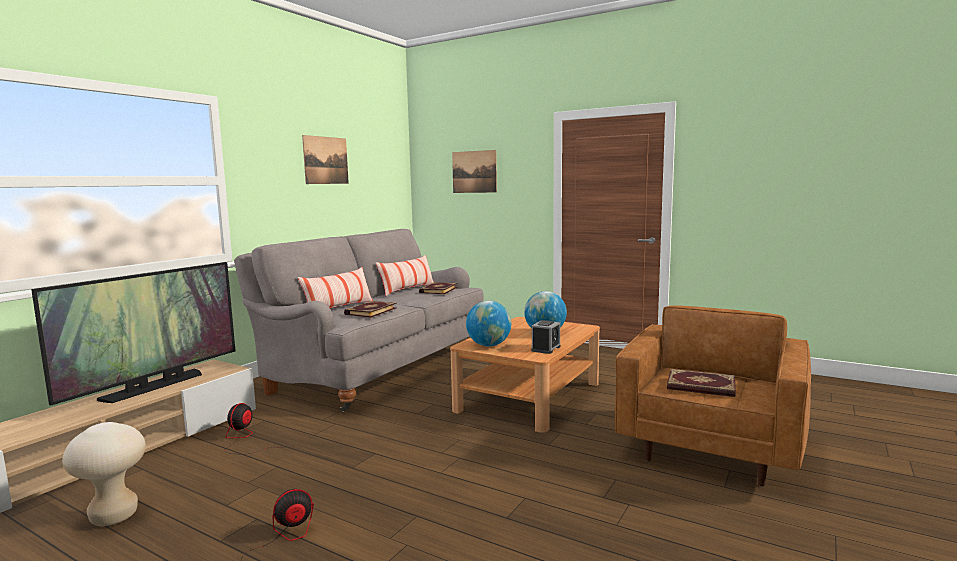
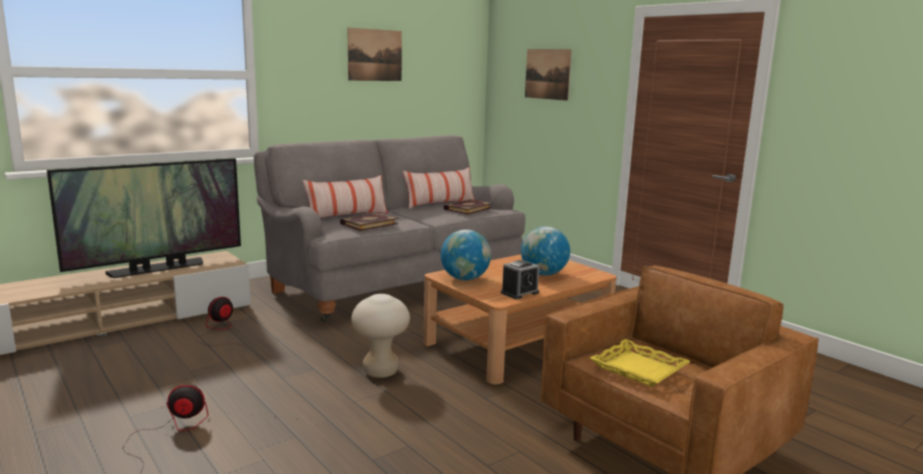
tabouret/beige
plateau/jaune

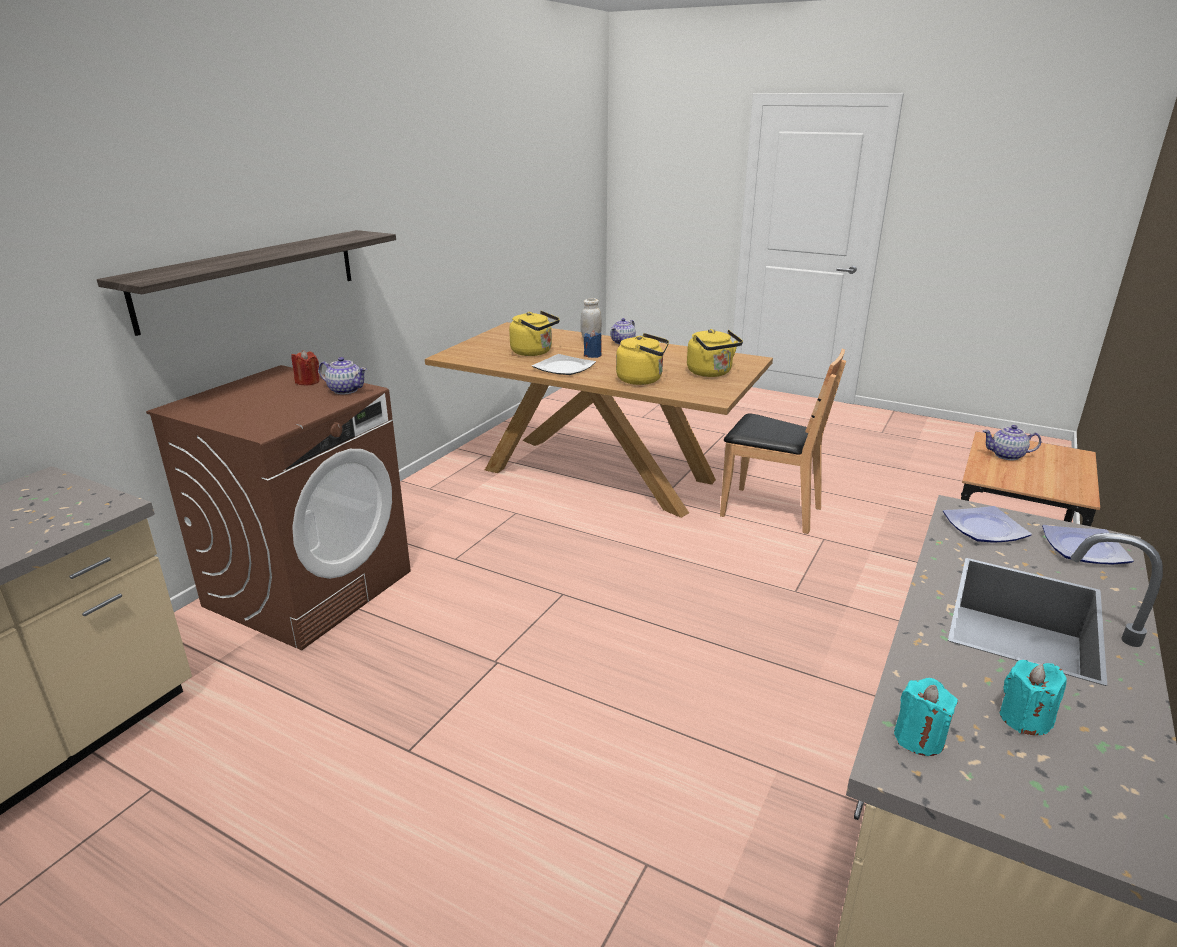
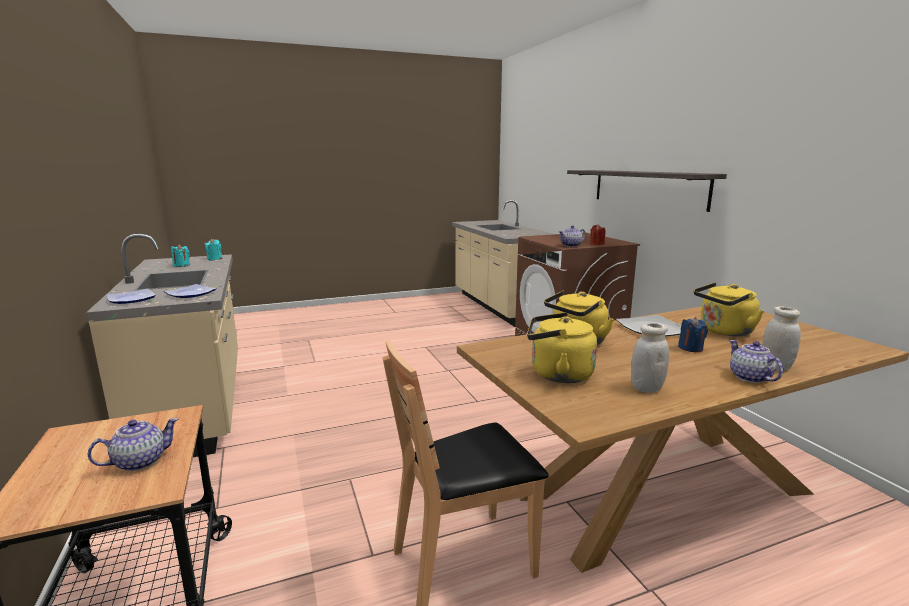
bocal/blanc (no. 1 from left)

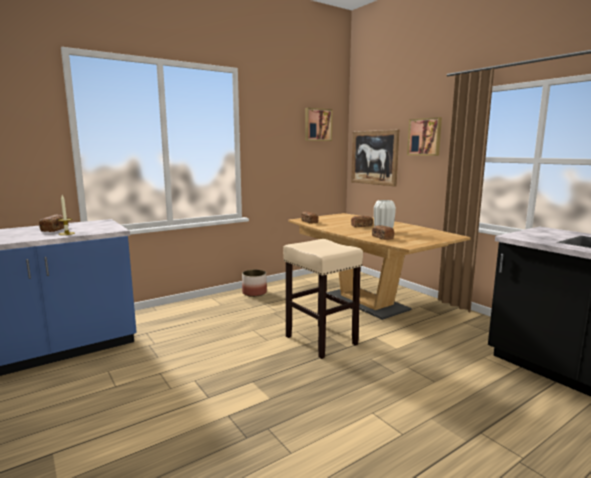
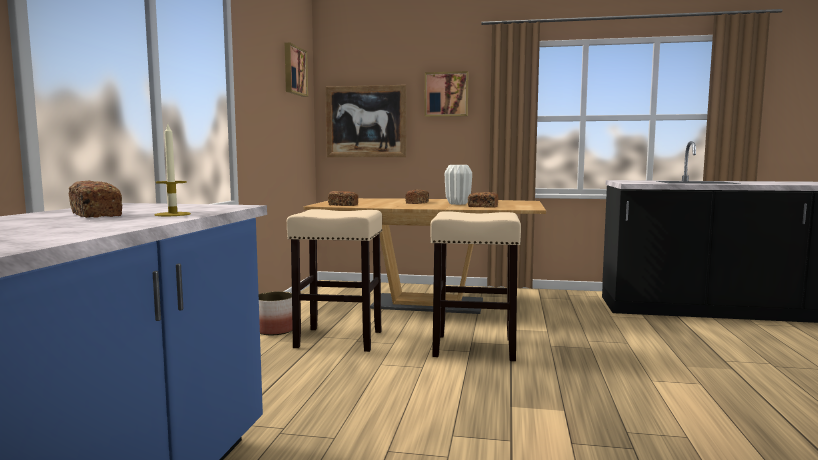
tabouret/beige (no. 1 from left)

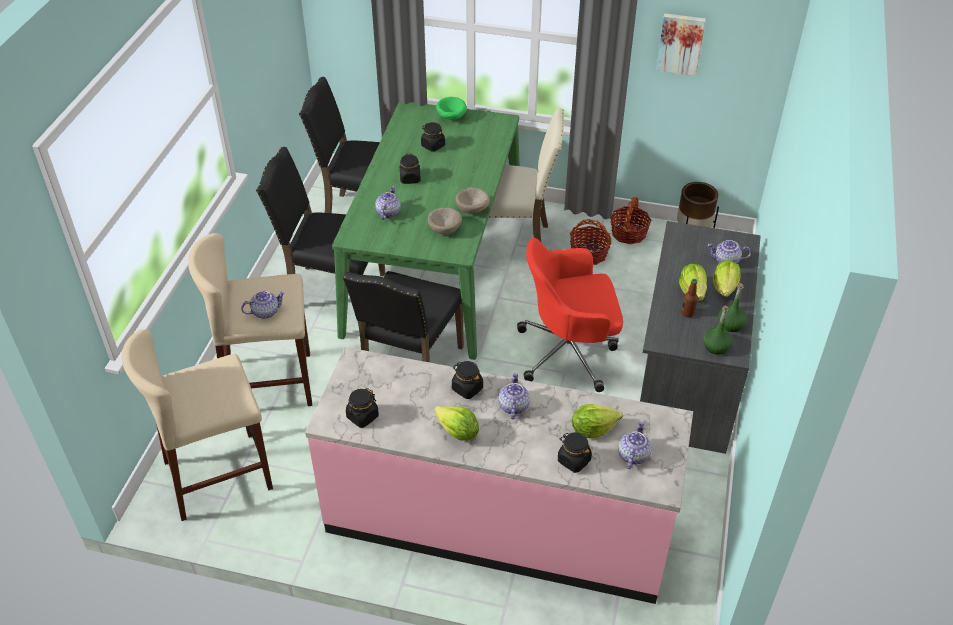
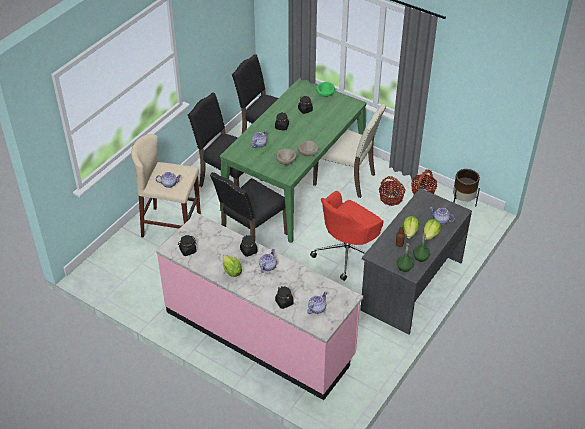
chaise de bureau/rouge
tabouret/beige (no. 1 from left in the first image)
laitue (no. 2 from left in the first image)
tableau

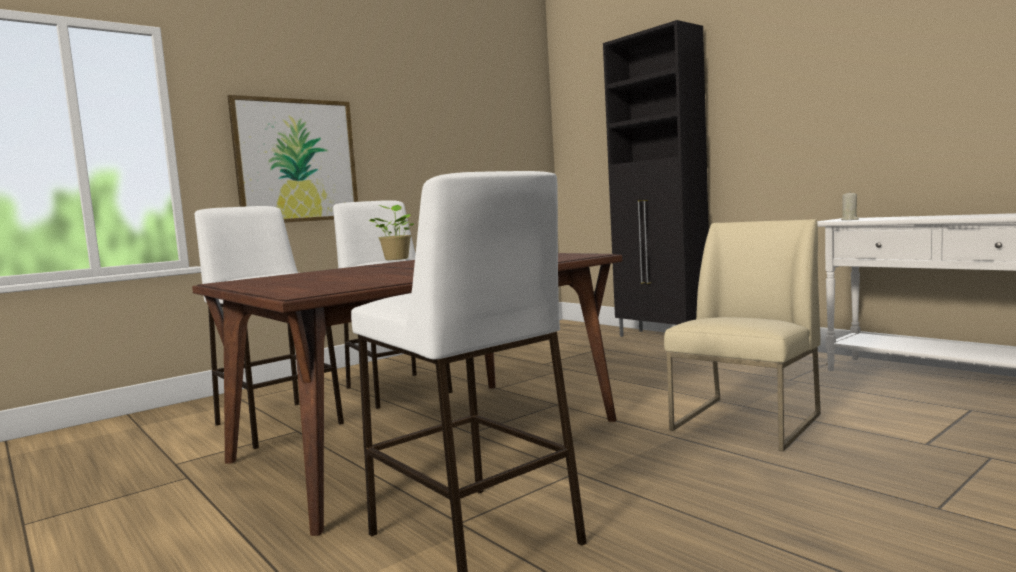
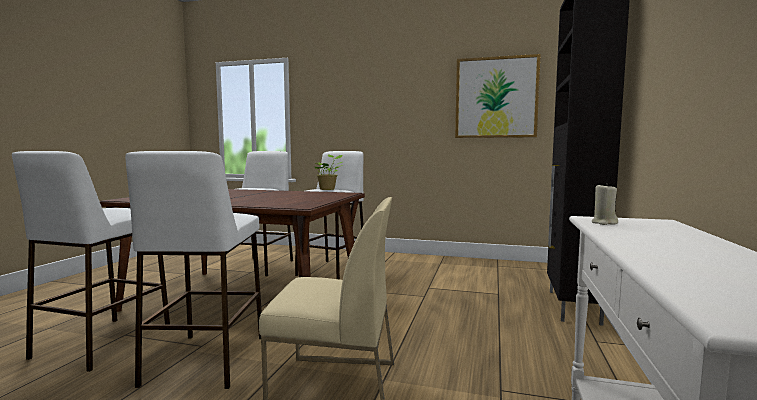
tabouret/blanc (no. 2 from left)
tableau

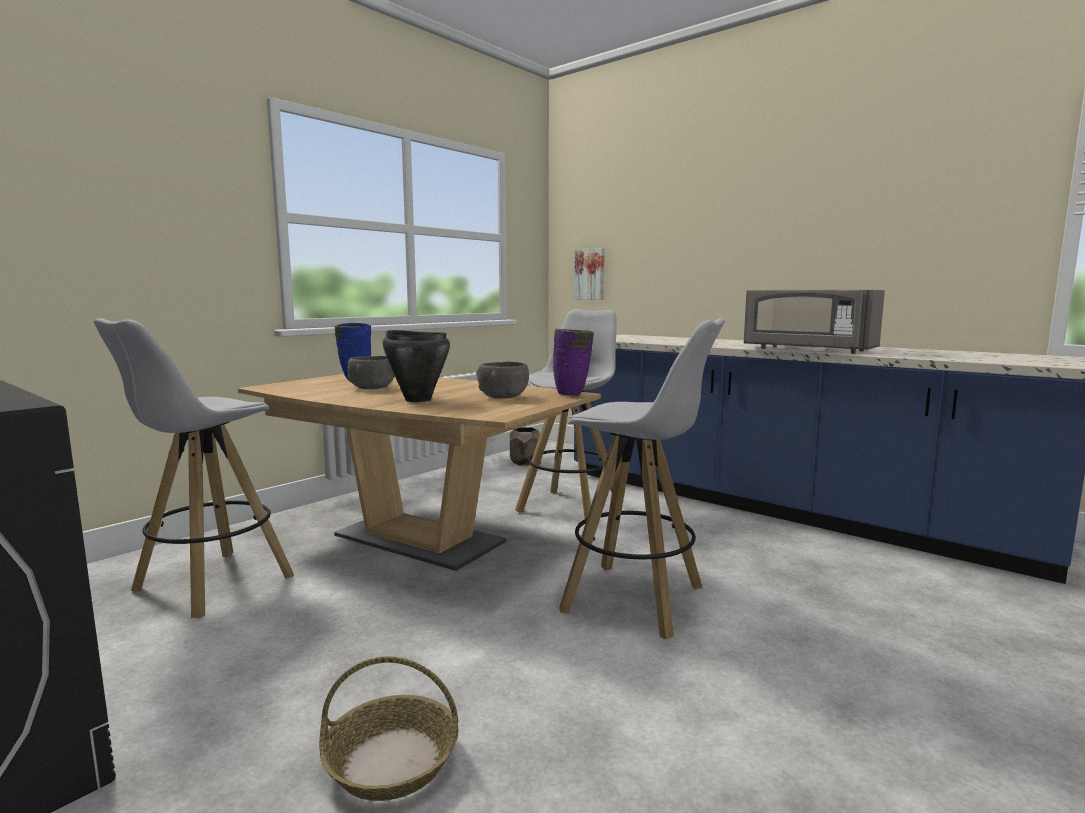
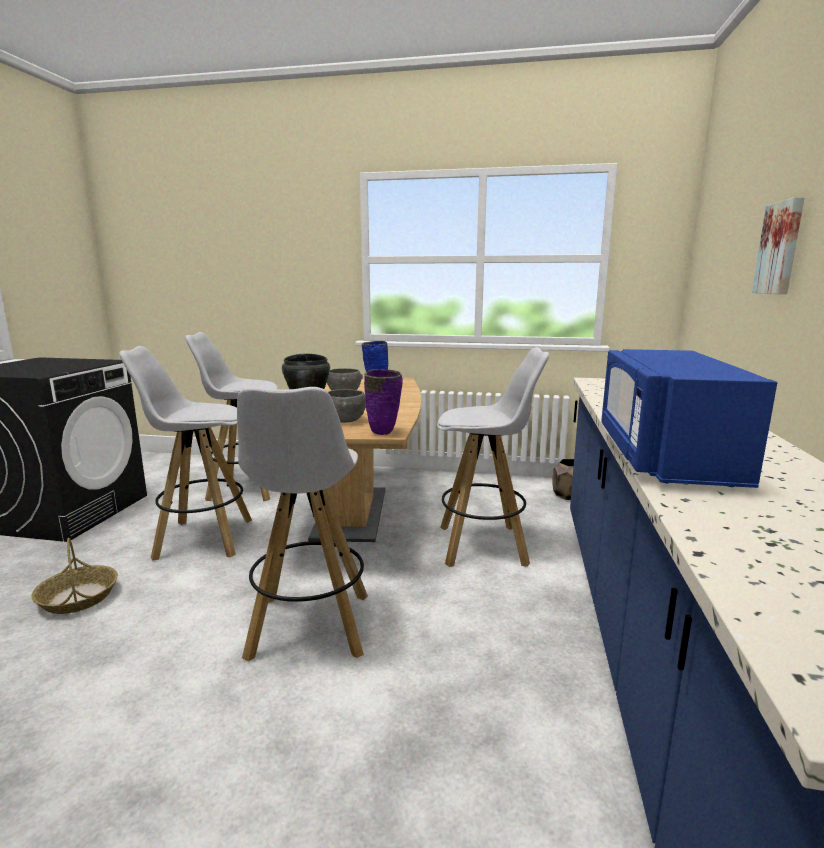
tabouret/blanc (no. 1 from left)
micro-ondes/bleu
tableau

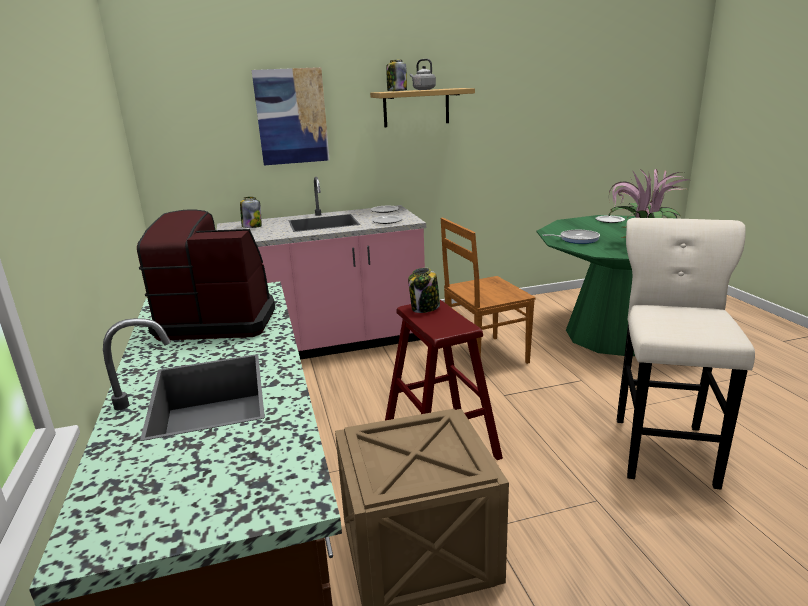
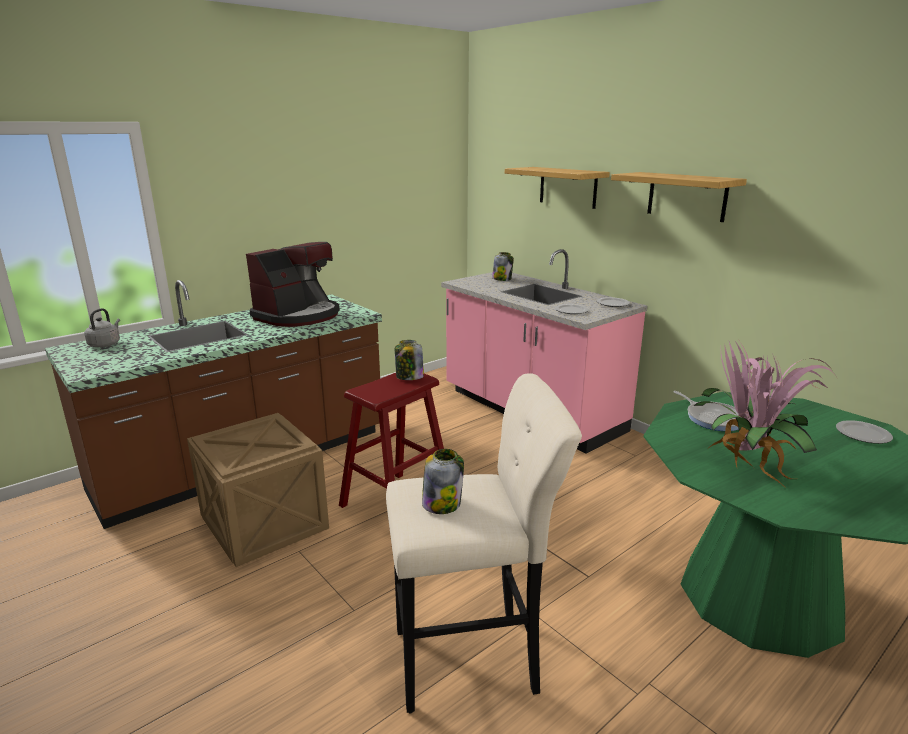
bouilloire/gris
machine à café
bocal (no. 2 from left)
étagère (no. 1 from left)
chaise/marron

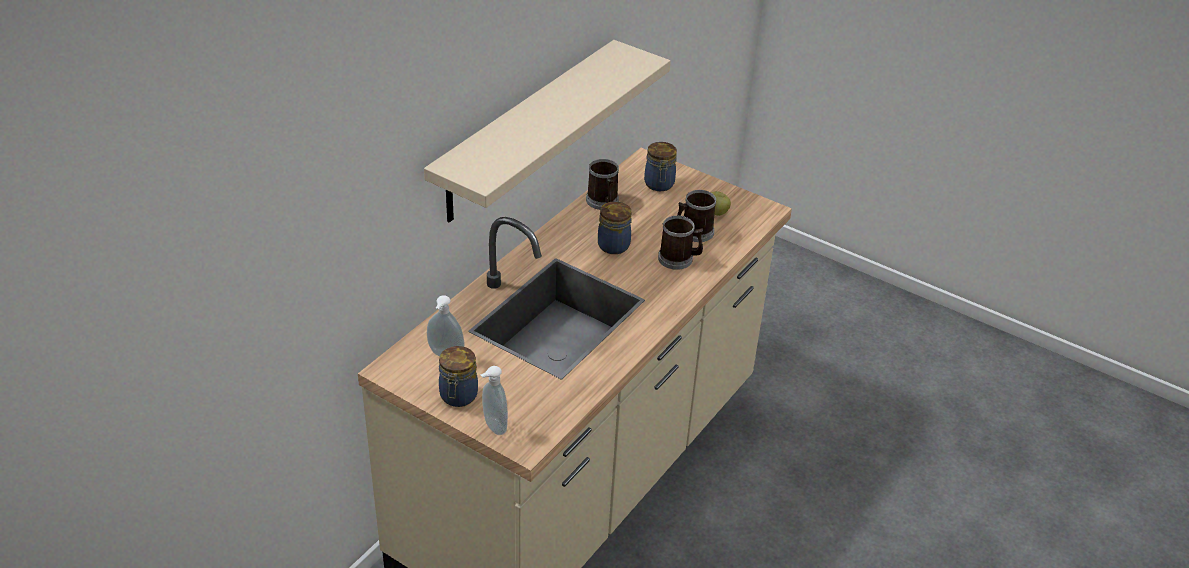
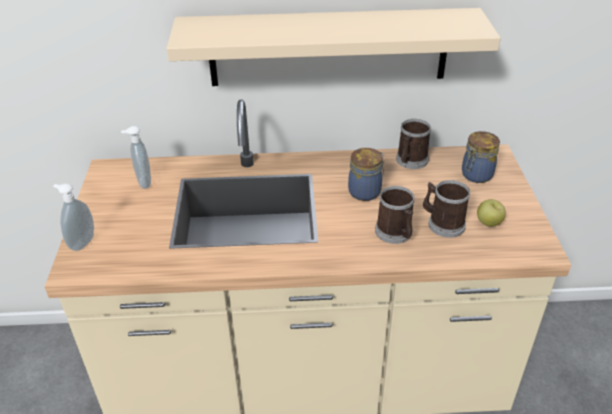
bocal (no. 1 from left in the first image)

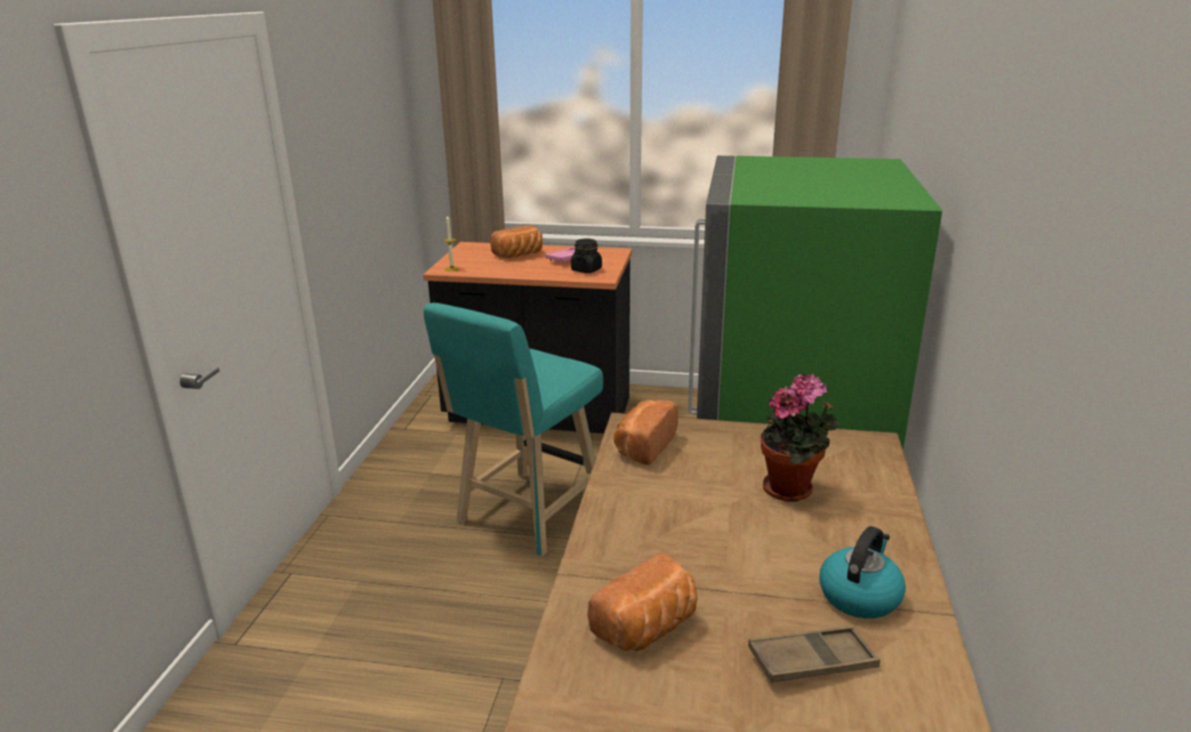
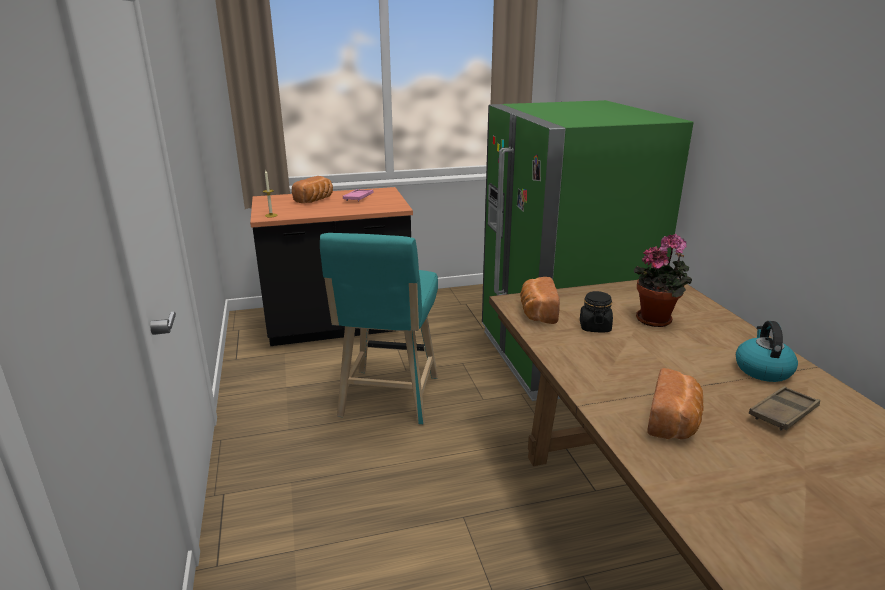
bocal/noir

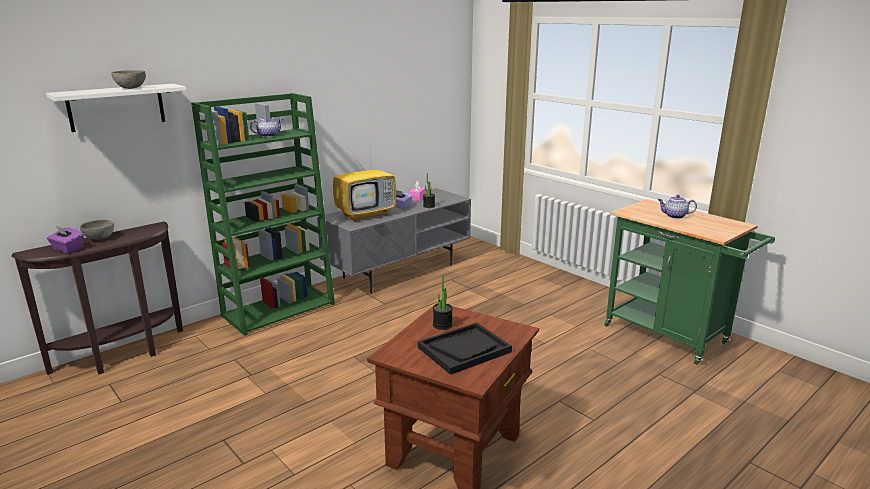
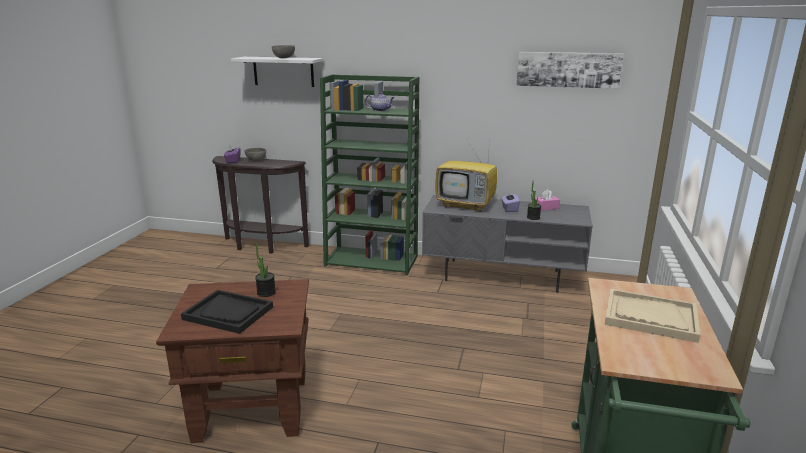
tableau
plateau/beige

